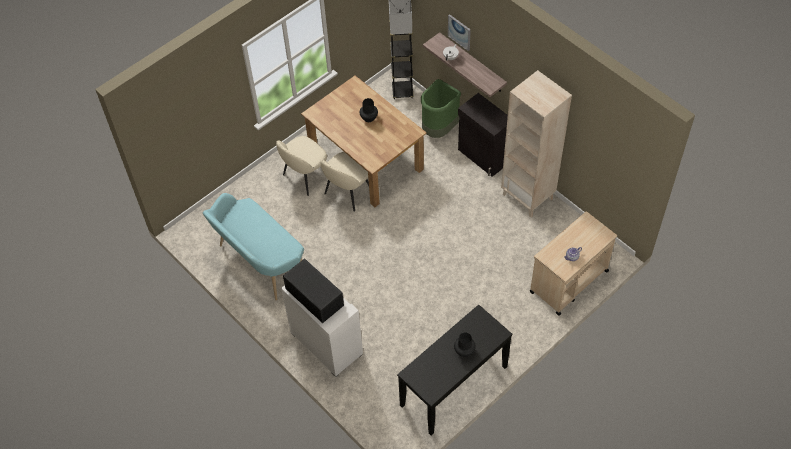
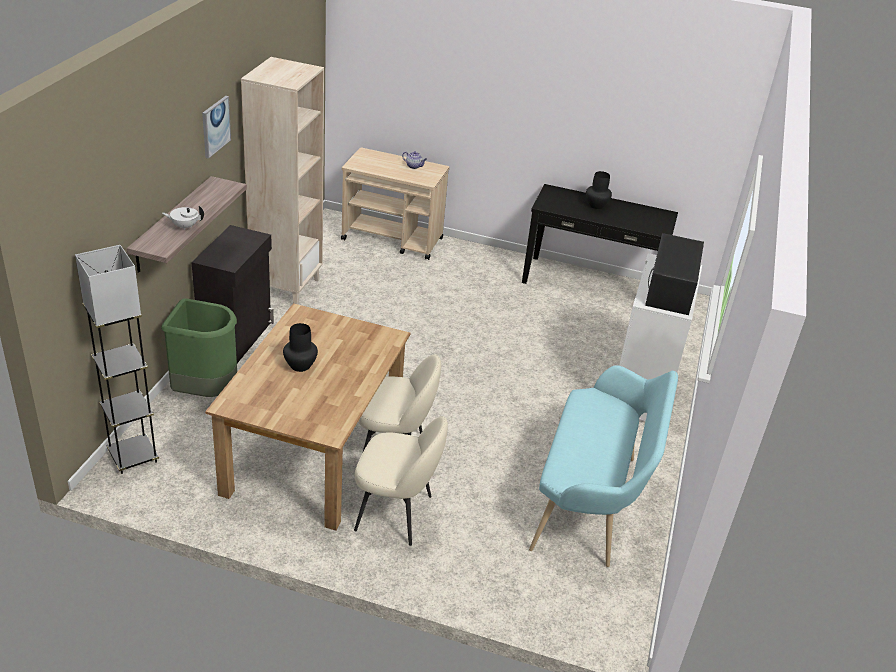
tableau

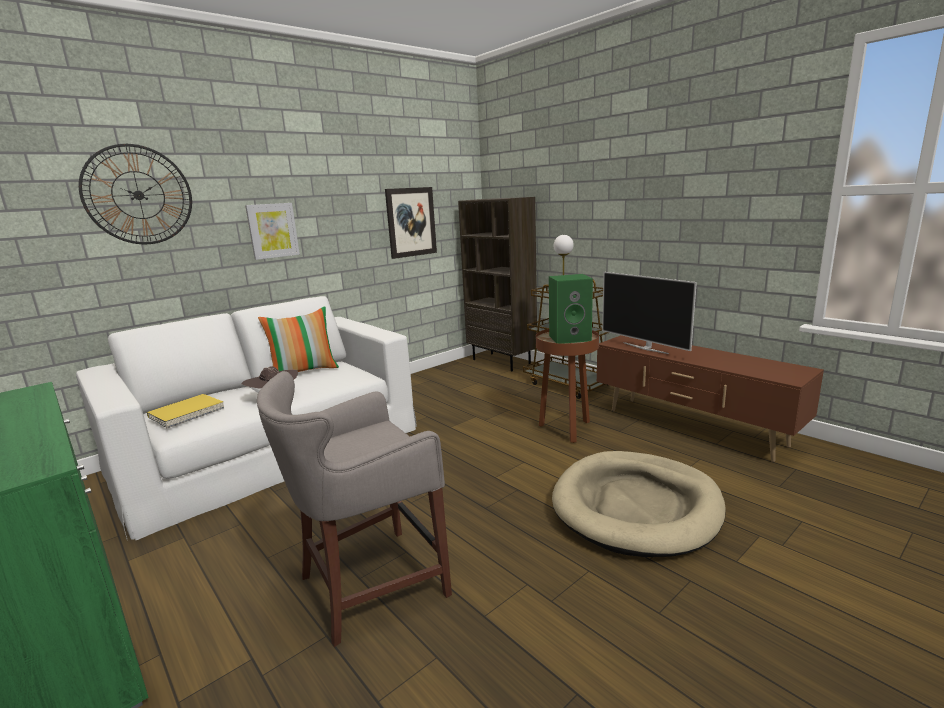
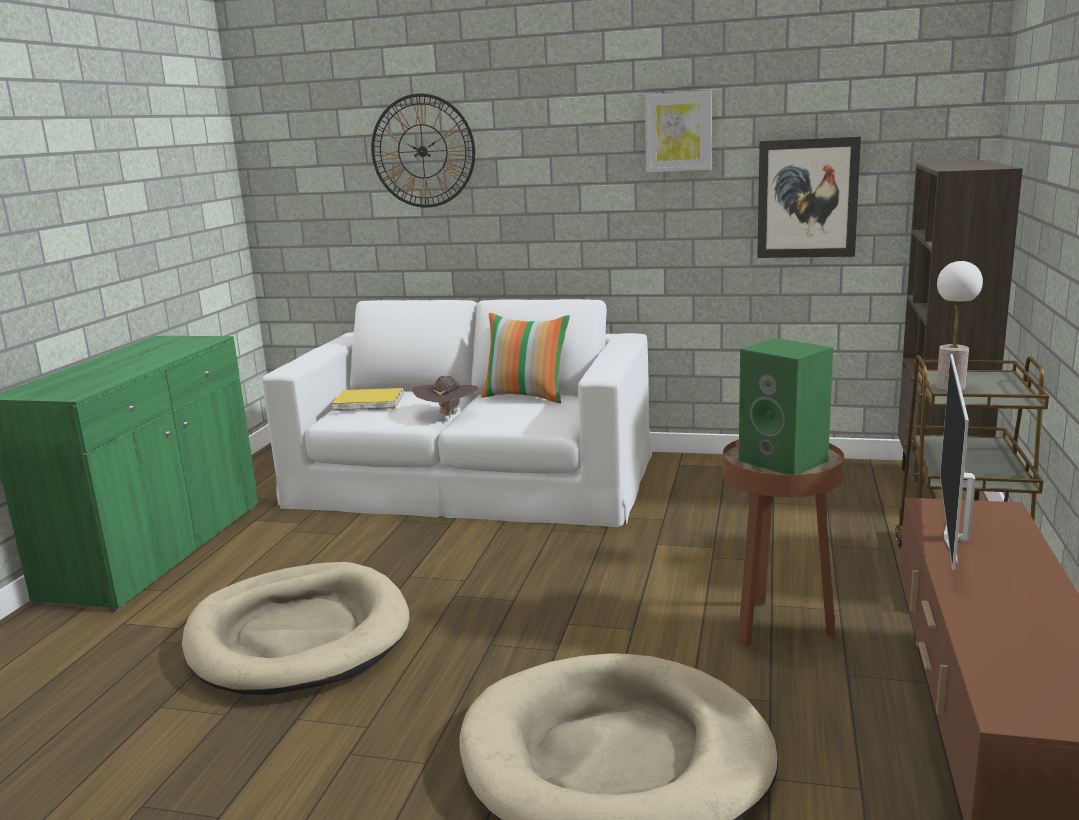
panier pour chien/beige (no. 1 from left)
tableau (no. 1 from left)

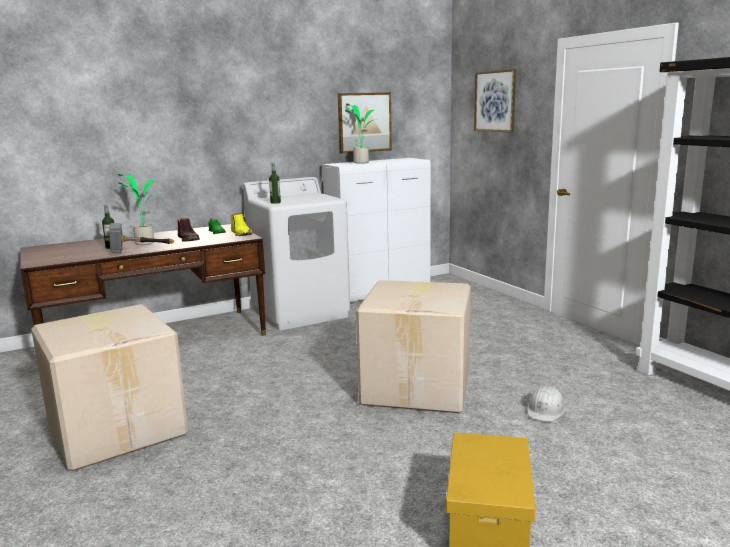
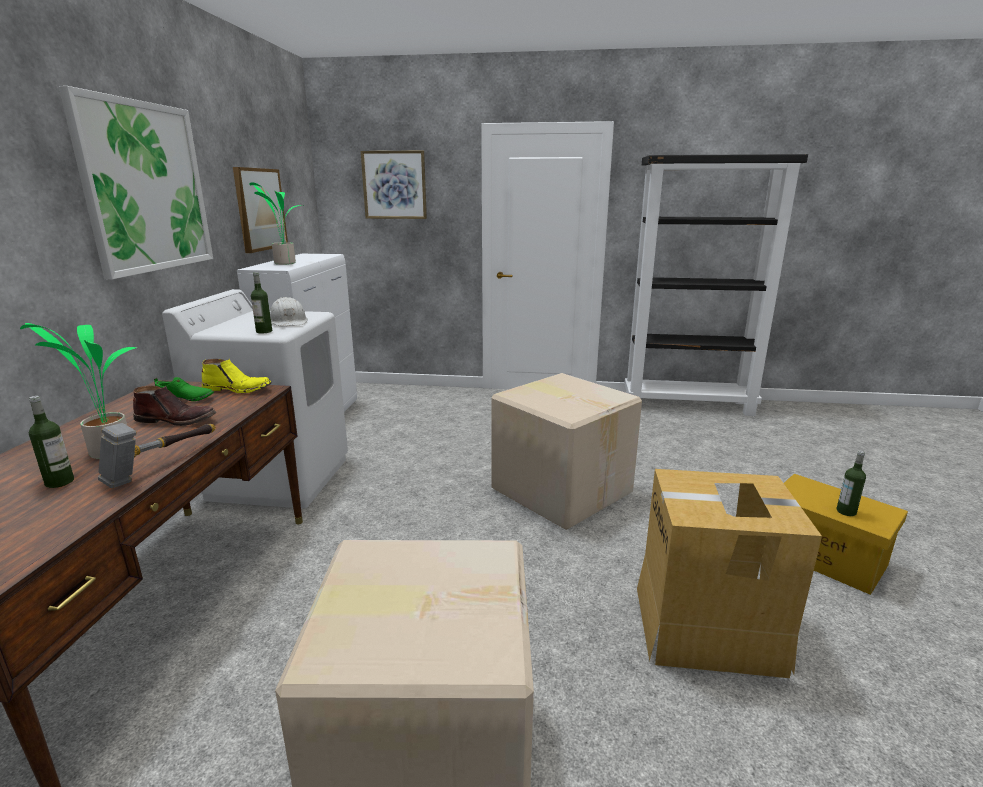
tableau (no. 1 from left)
casque de chantier/blanc
carton (no. 3 from left)
bouteille (no. 3 from left)

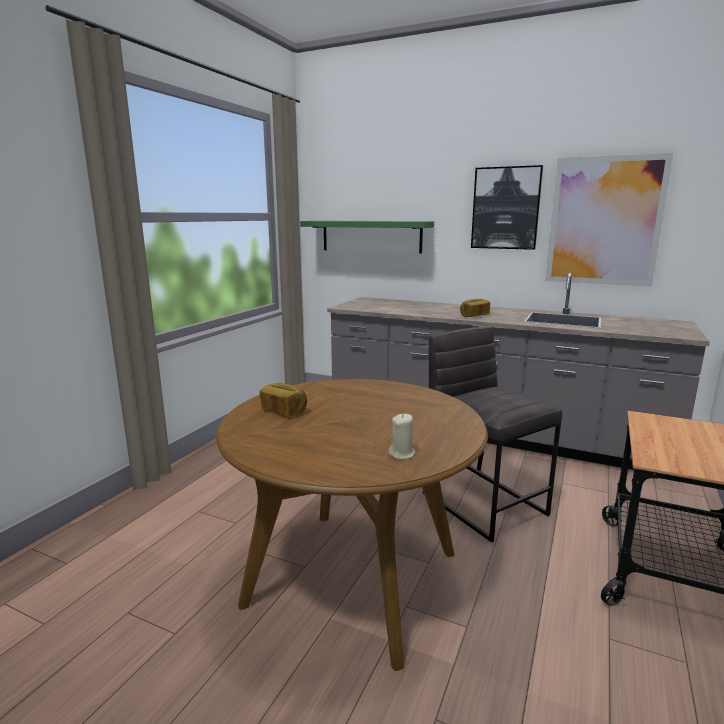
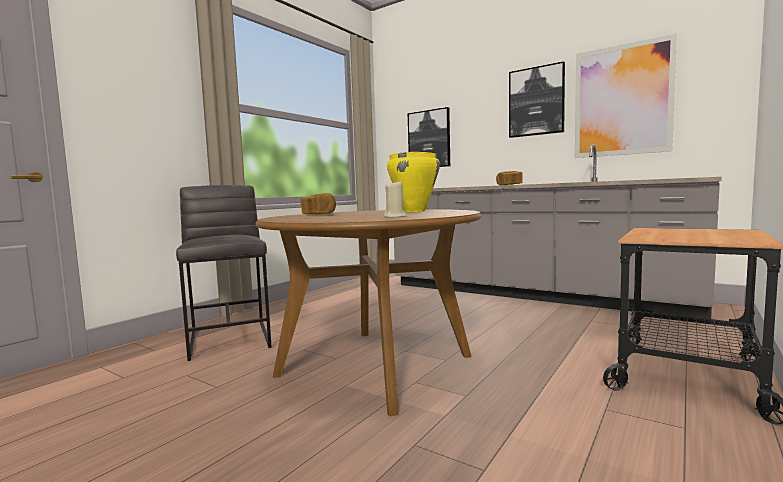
tabouret/gris
marmite/jaune
tableau (no. 1 from left)

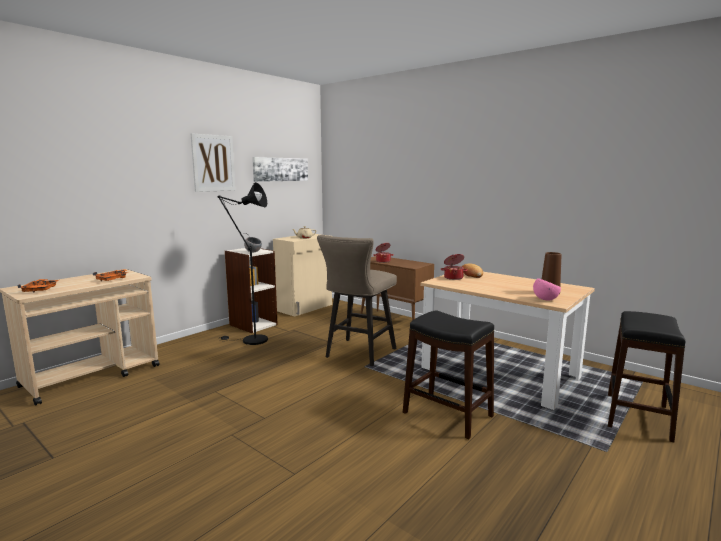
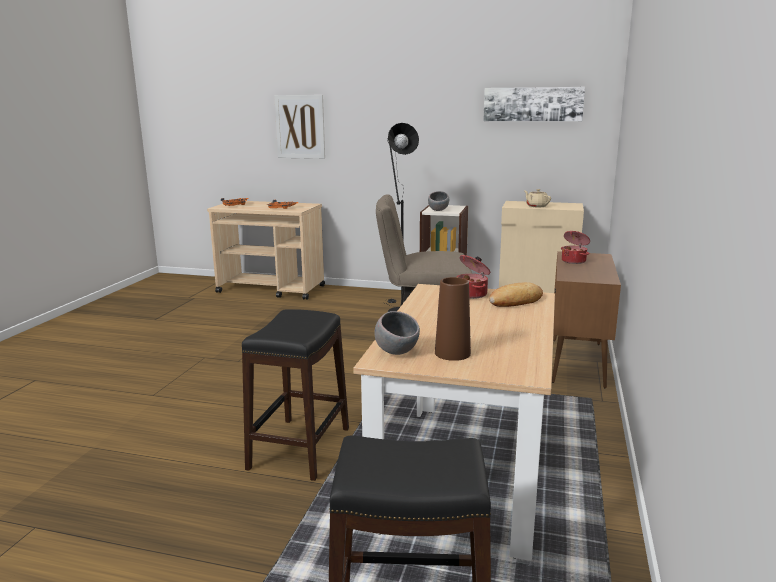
tableau (no. 1 from left)
bol/gris (no. 1 from left)

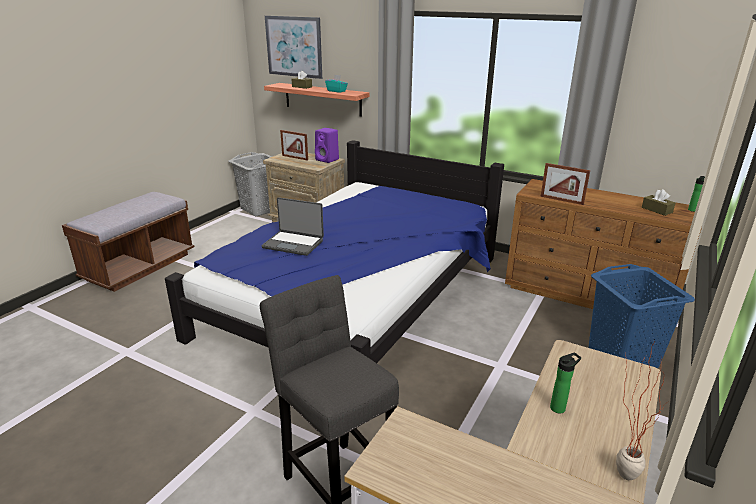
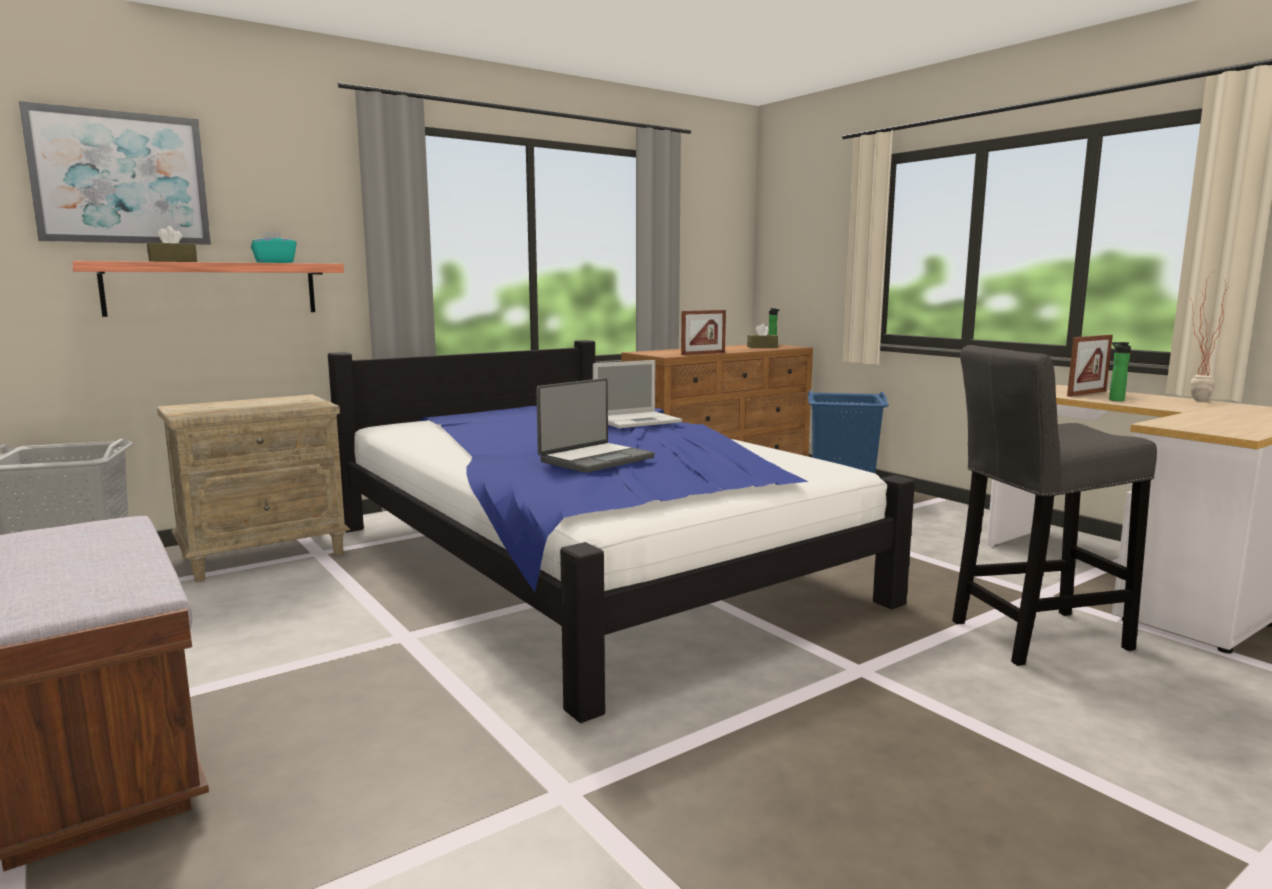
ordinateur portable (no. 2 from left)
cadre photo (no. 2 from left)
enceinte/violet

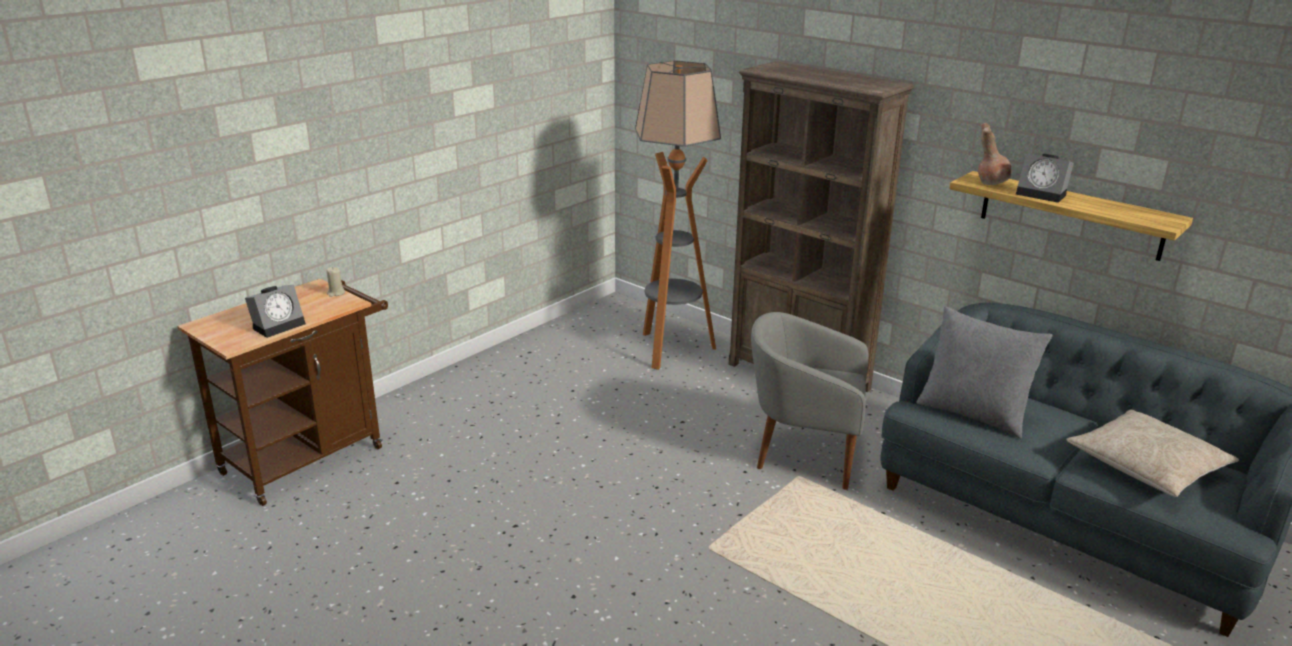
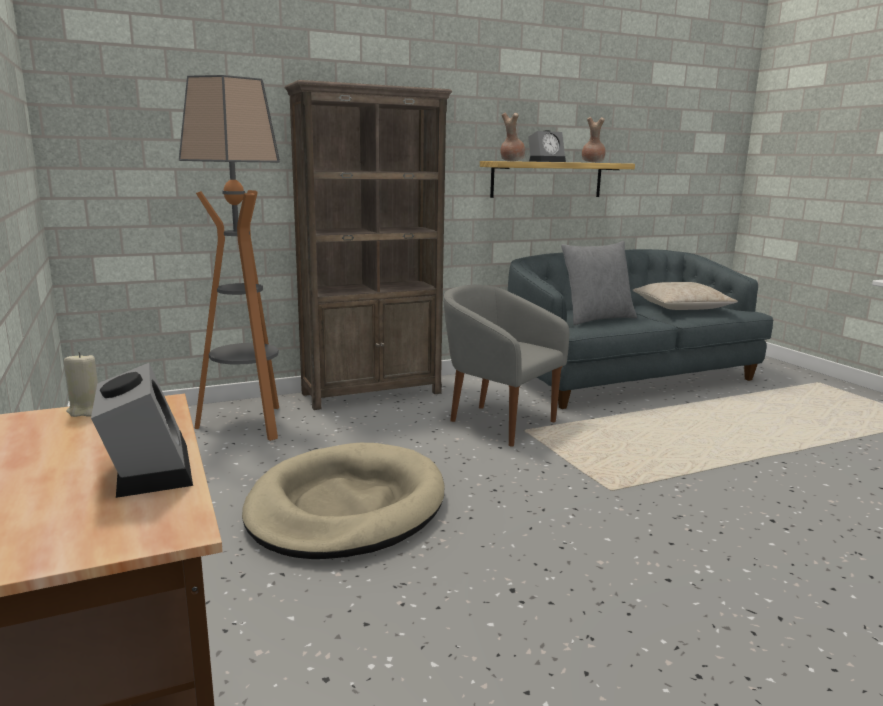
panier pour chien/beige
fauteuil/gris
vase/marron (no. 2 from left)

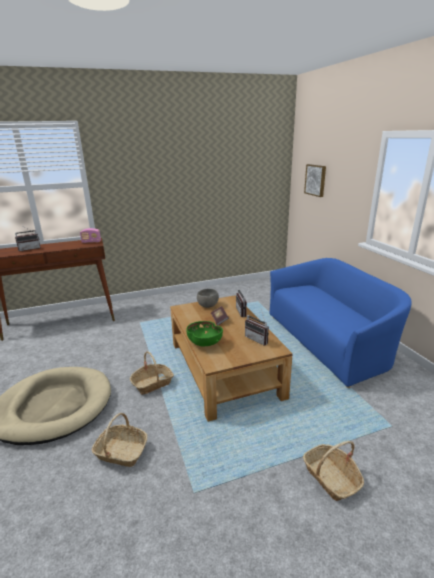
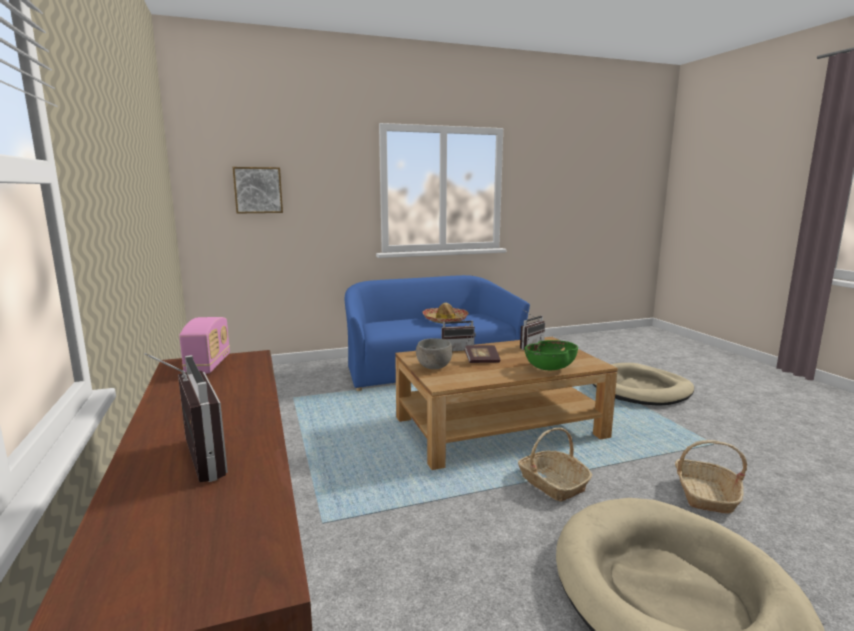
chapeau
panier pour chien/beige (no. 1 from left)

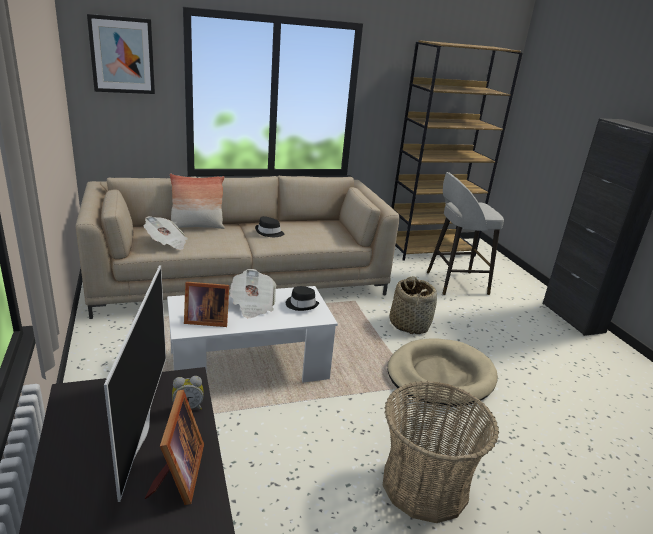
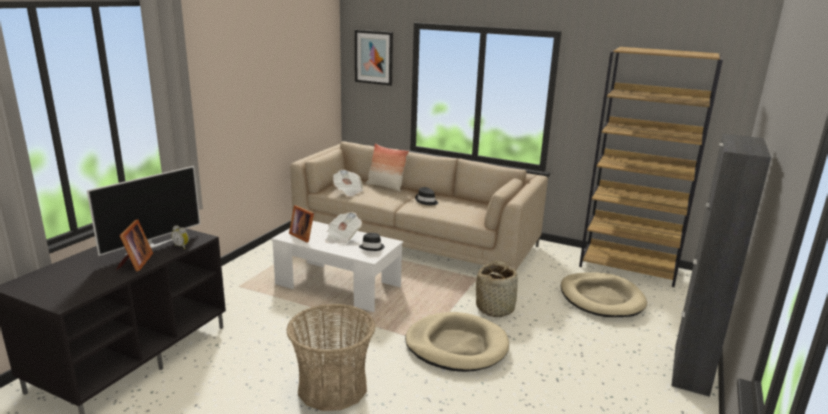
cadre photo (no. 1 from left)
panier pour chien/beige (no. 2 from left)

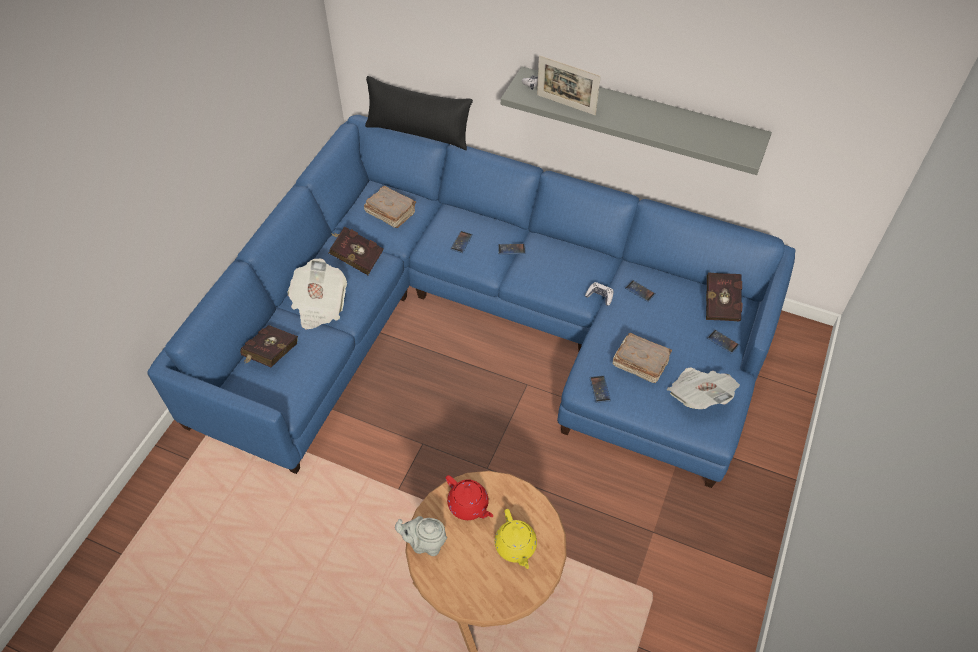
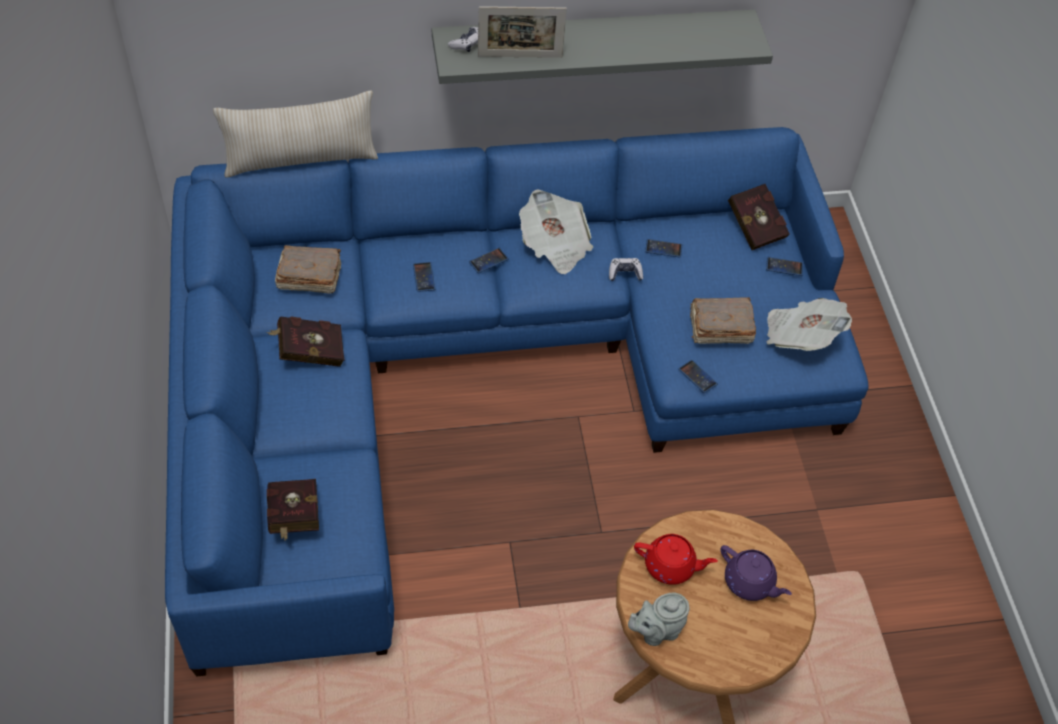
coussin/beige
journal (no. 1 from left)
théière/violet

